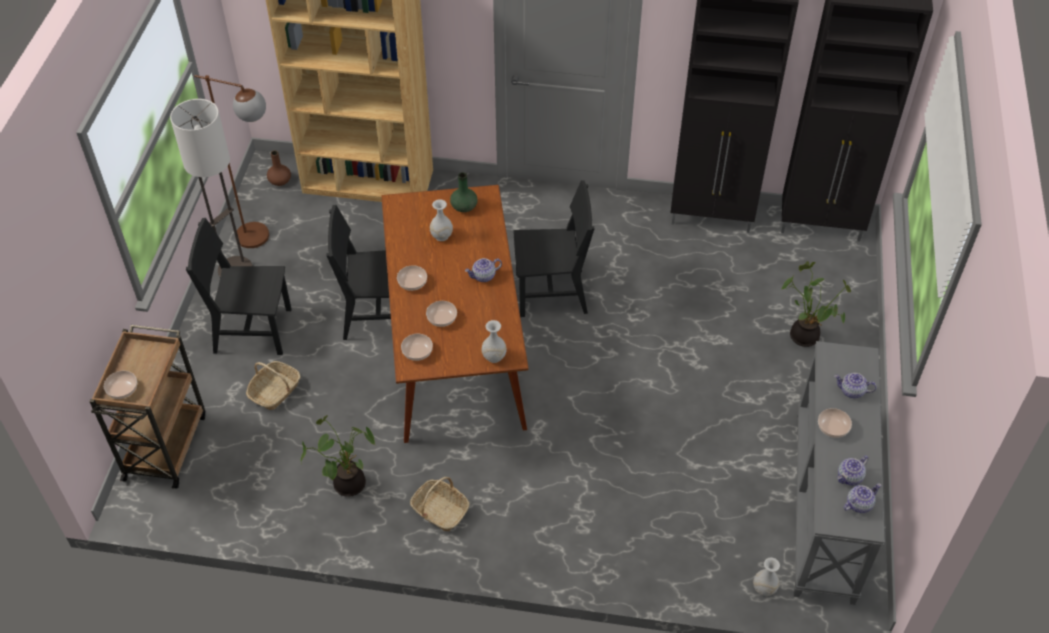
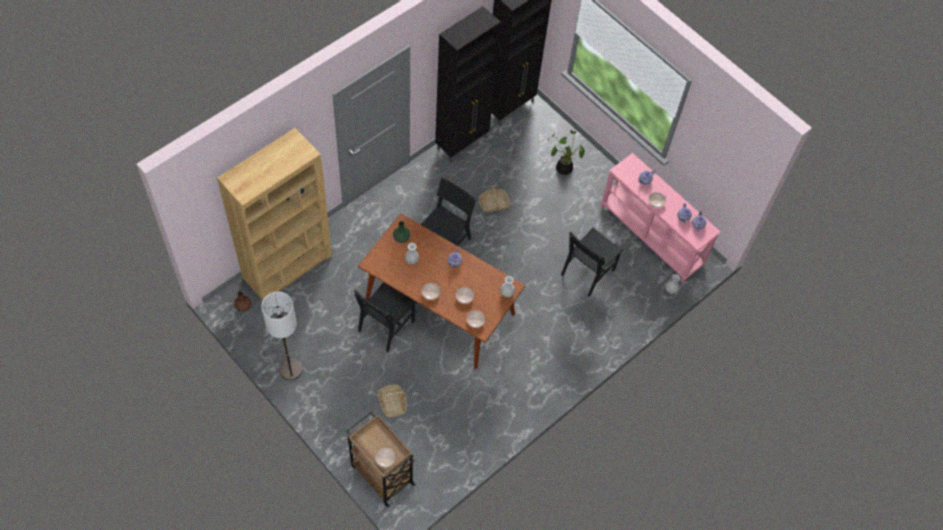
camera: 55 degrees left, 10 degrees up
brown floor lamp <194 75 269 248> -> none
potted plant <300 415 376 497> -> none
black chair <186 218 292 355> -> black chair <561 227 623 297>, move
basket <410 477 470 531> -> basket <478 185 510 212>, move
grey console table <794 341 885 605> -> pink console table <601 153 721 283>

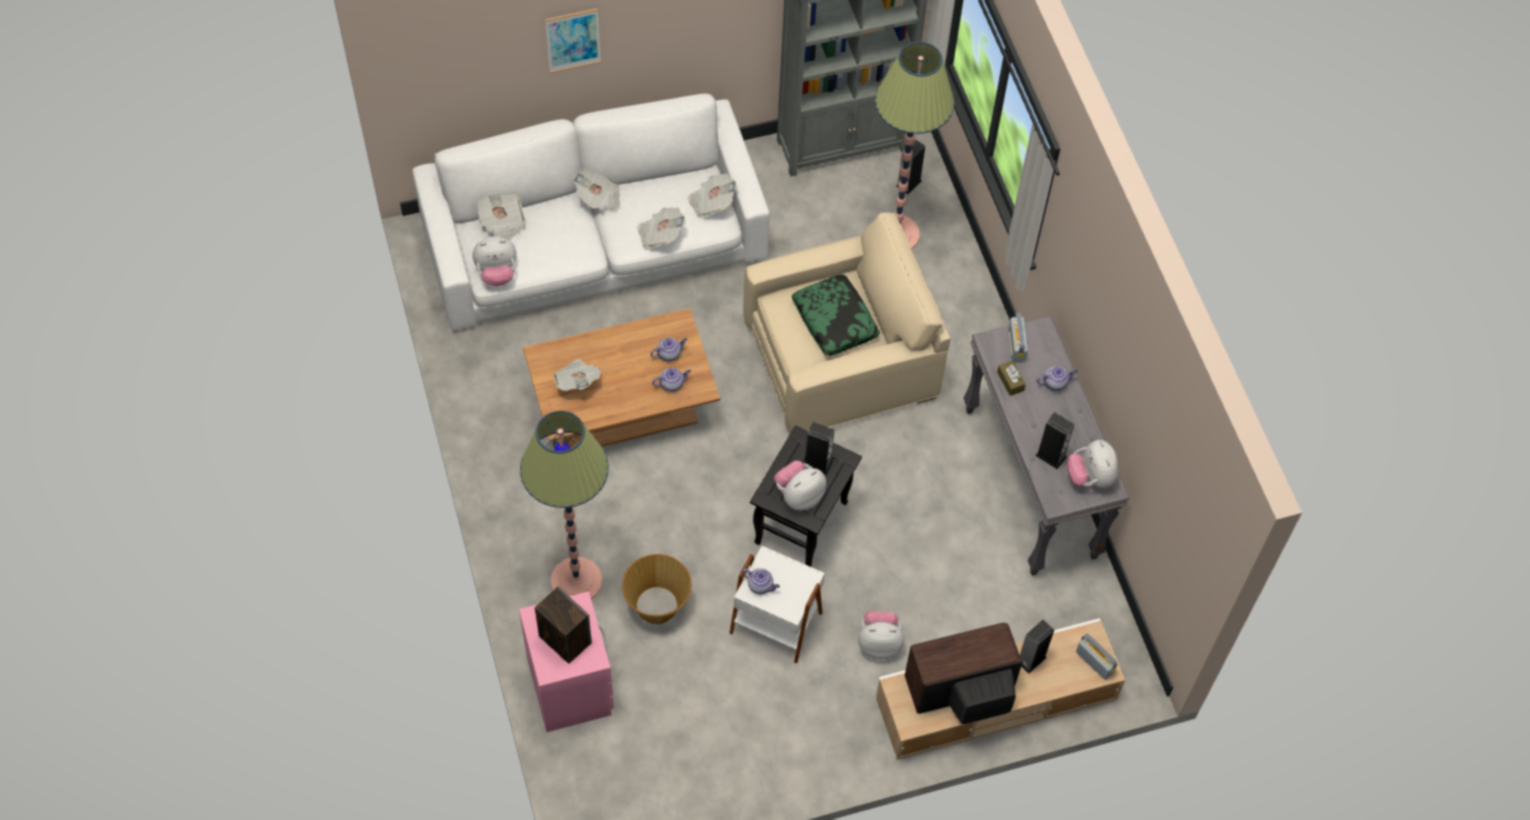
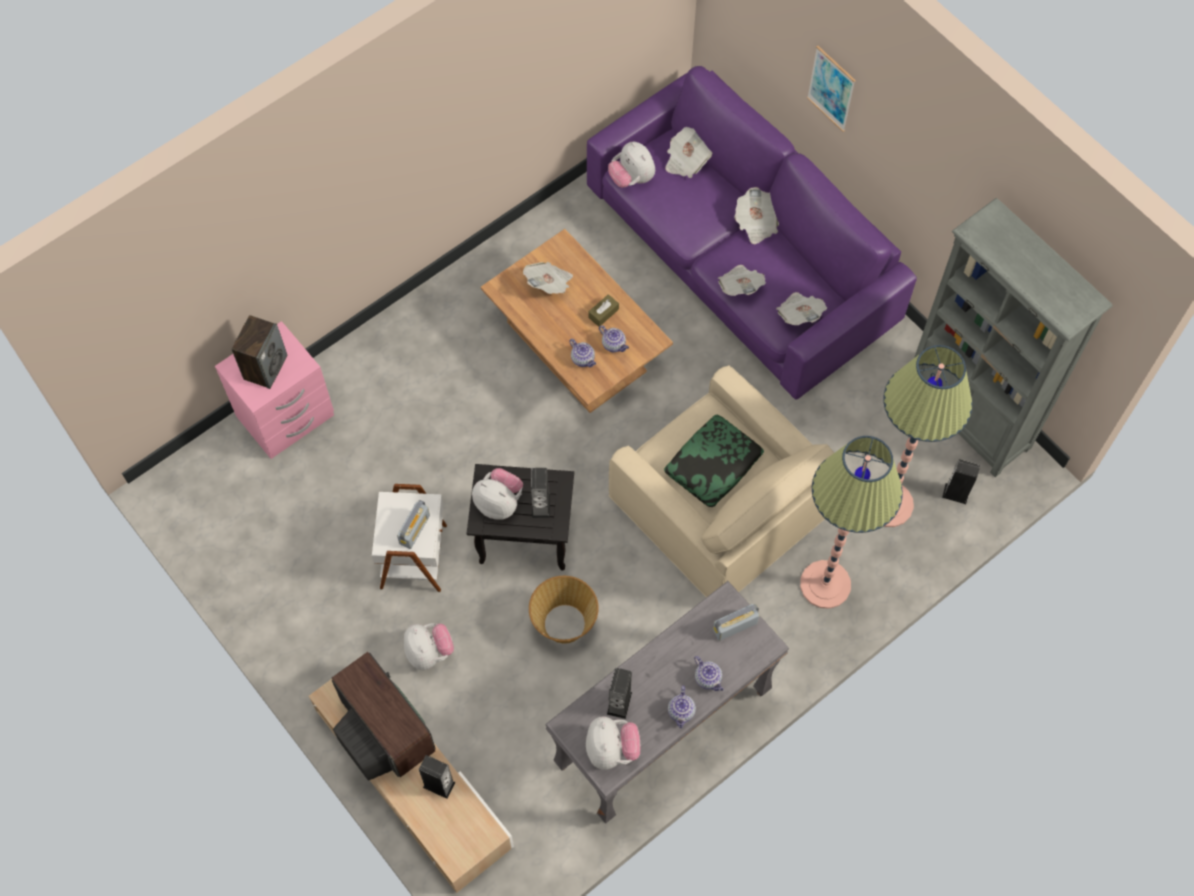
camera: 70 degrees right, 5 degrees up
floor lamp <520 411 609 599> -> floor lamp <800 436 903 609>, move
basket <622 554 692 624> -> basket <529 576 599 643>, move
teapot <742 568 780 594> -> teapot <668 685 696 728>, move
brown tissue box <997 361 1026 396> -> brown tissue box <588 294 619 327>, move
radio <1076 633 1118 680> -> radio <397 500 430 549>, move
white sofa <412 94 770 331> -> purple sofa <587 66 917 400>
plush toy <1066 440 1118 488> -> plush toy <586 717 640 770>, 120 degrees clockwise

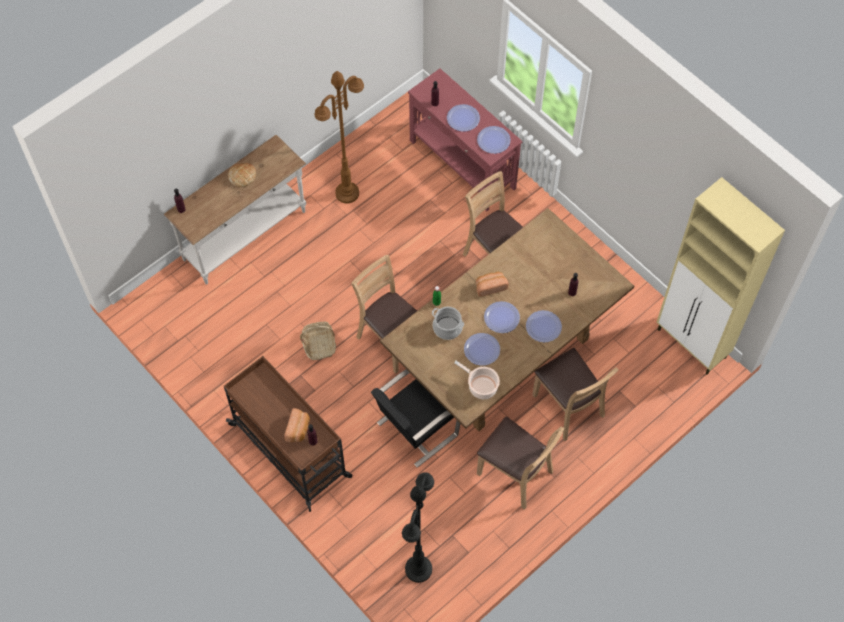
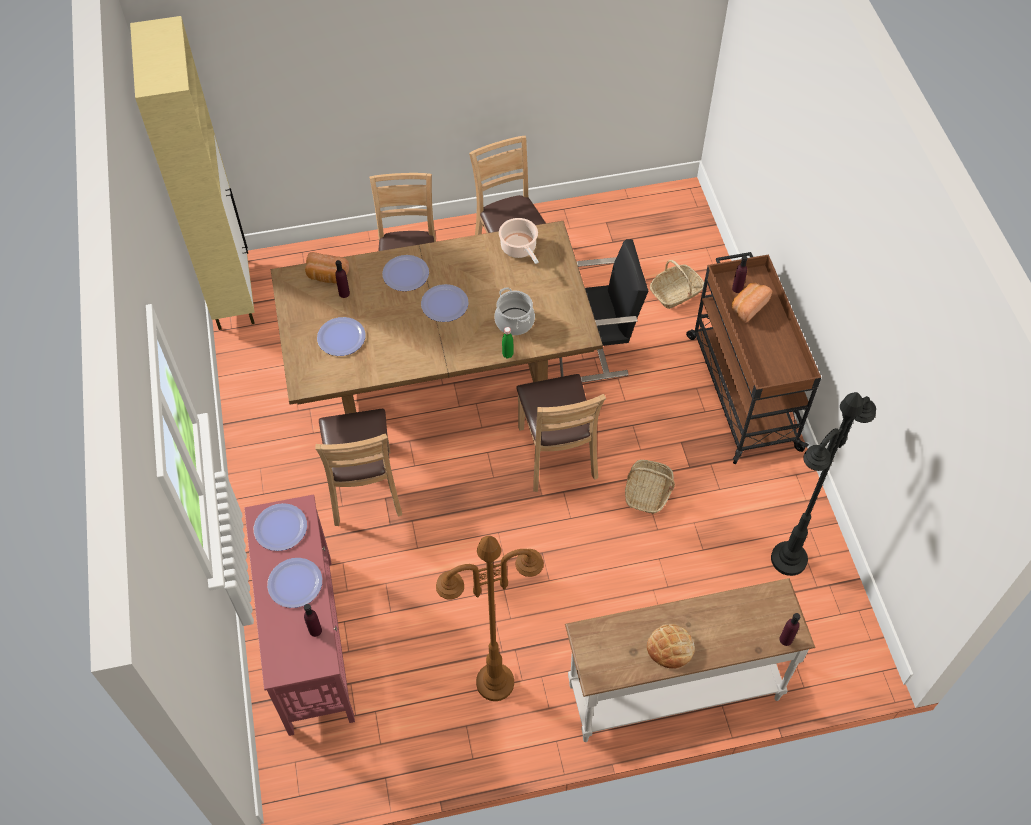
camera: 150 degrees left, 5 degrees down
none -> basket <650 260 704 309>
black floor lamp <402 472 434 583> -> black floor lamp <771 392 876 576>, move
plate <464 333 500 366> -> plate <317 317 366 356>, move
bread <476 272 509 297> -> bread <305 252 349 283>, move

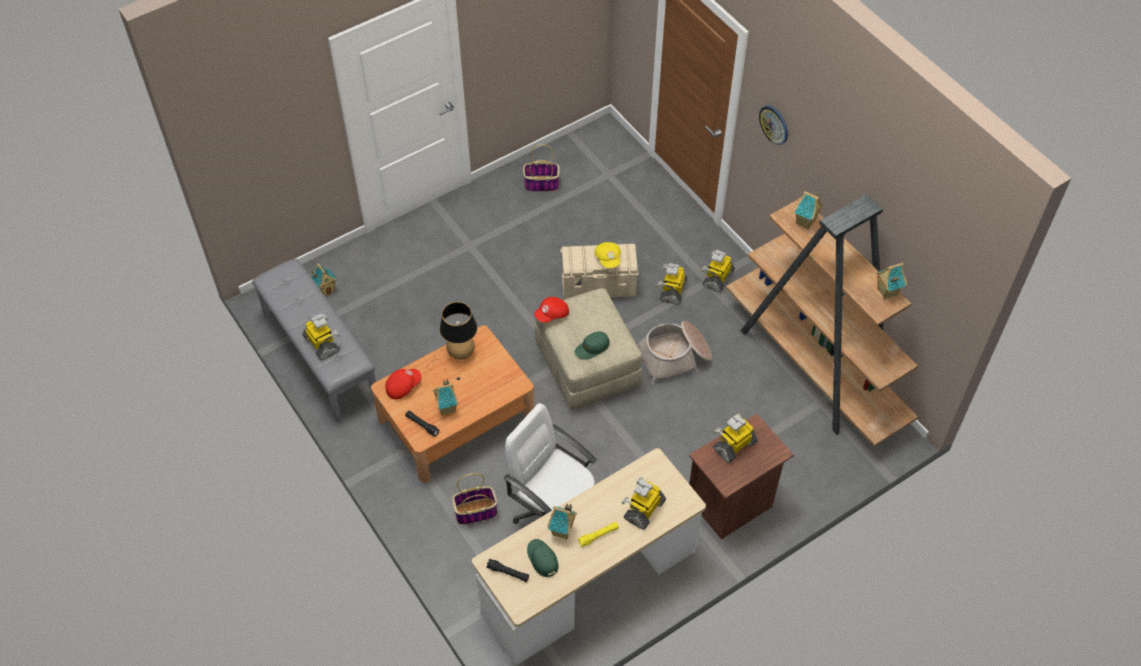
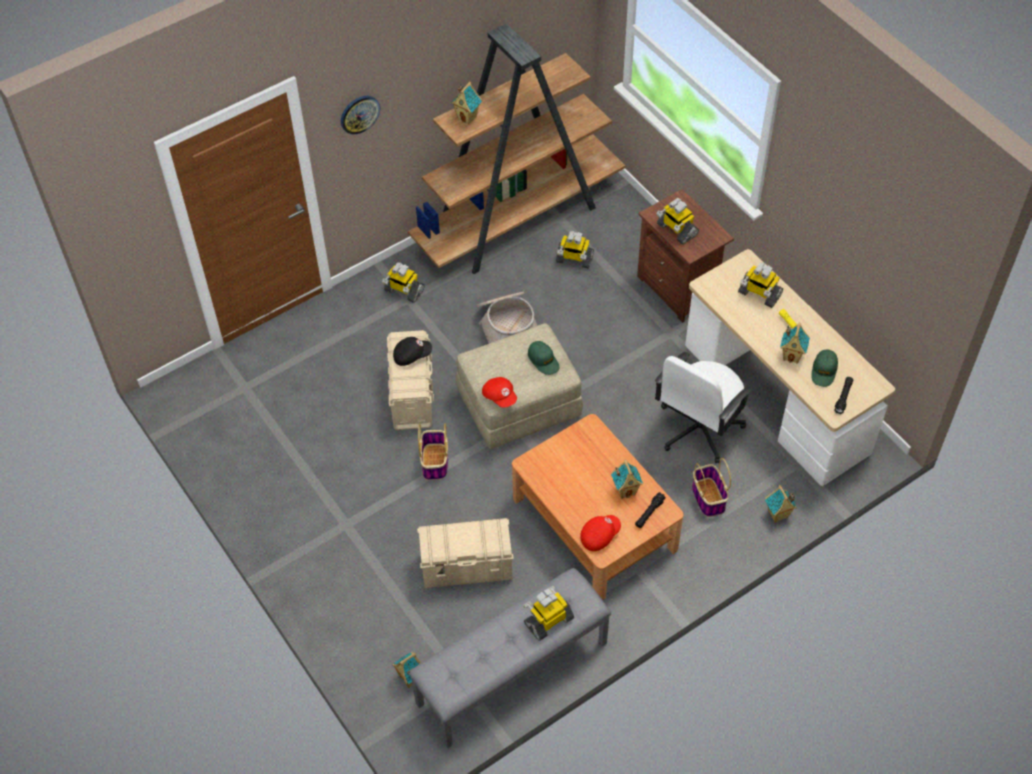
camera: 90 degrees left, 0 degrees up
table lamp <427 302 478 380> -> none
none -> beige storage box <417 518 514 588>
basket <523 145 560 192> -> basket <418 423 448 480>, move
toy robot <657 263 688 305> -> toy robot <556 231 594 269>, move
toy house <876 263 907 300> -> toy house <765 485 797 523>, move
yellow cap <594 242 621 268> -> black cap <393 337 432 366>
red cap <385 369 421 400> -> red cap <580 515 621 551>, 90 degrees clockwise
green cap <527 539 559 577> -> green cap <811 350 838 387>, 45 degrees counterclockwise

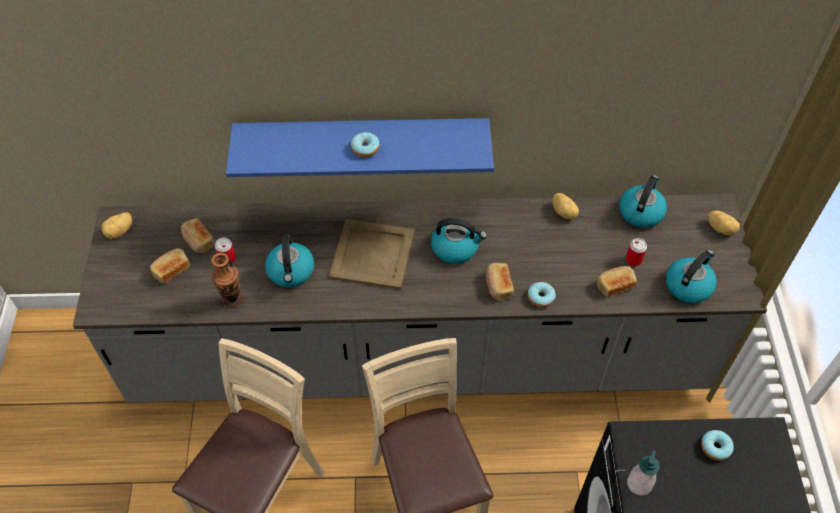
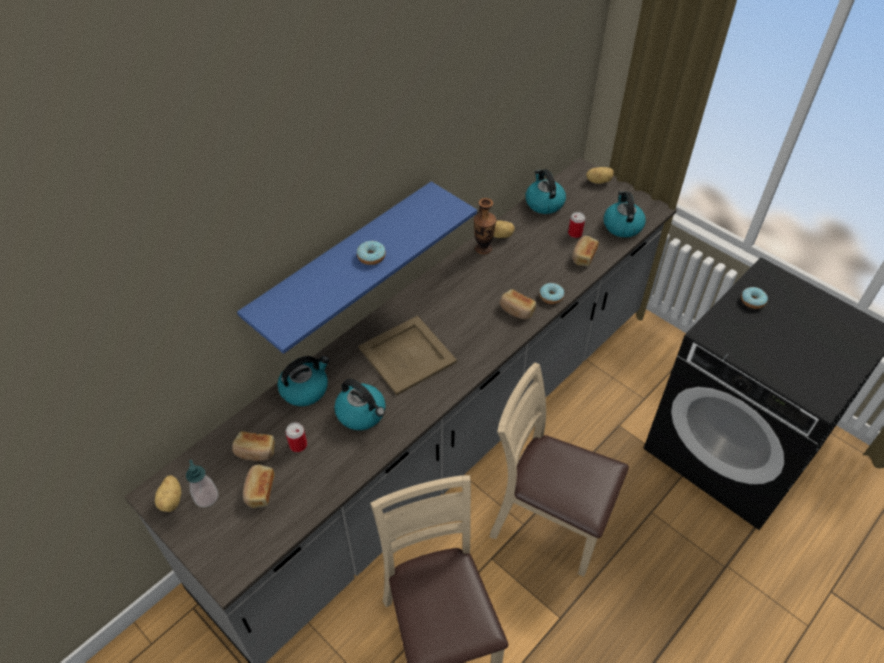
camera: 45 degrees left, 5 degrees down
vase <211 253 243 308> -> vase <474 198 496 254>, move
kettle <431 218 487 264> -> kettle <277 356 329 406>, move
soap dispenser <627 451 660 496> -> soap dispenser <186 459 218 508>, move

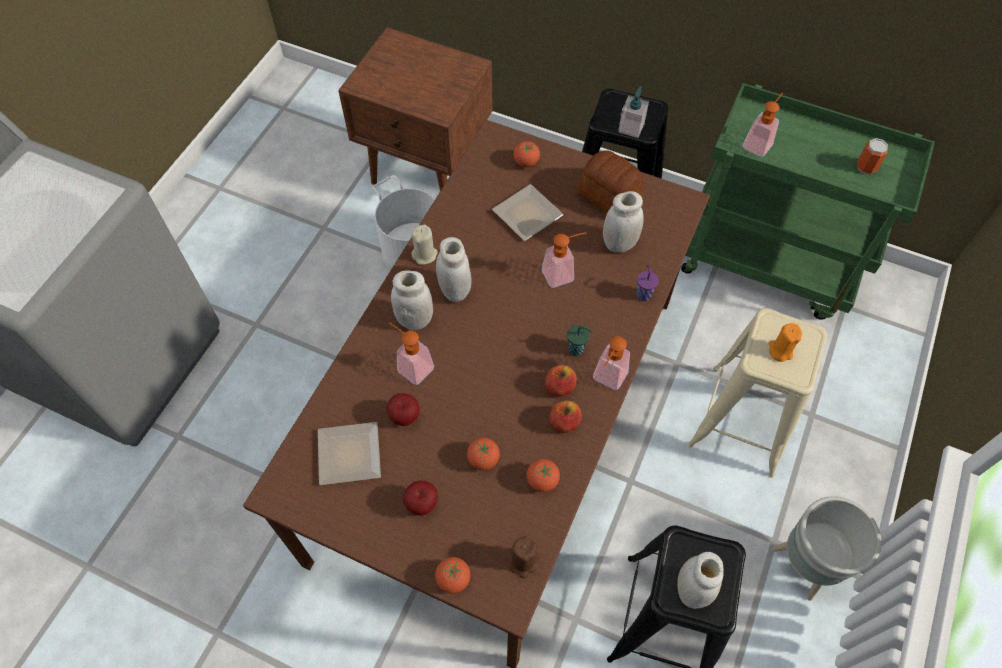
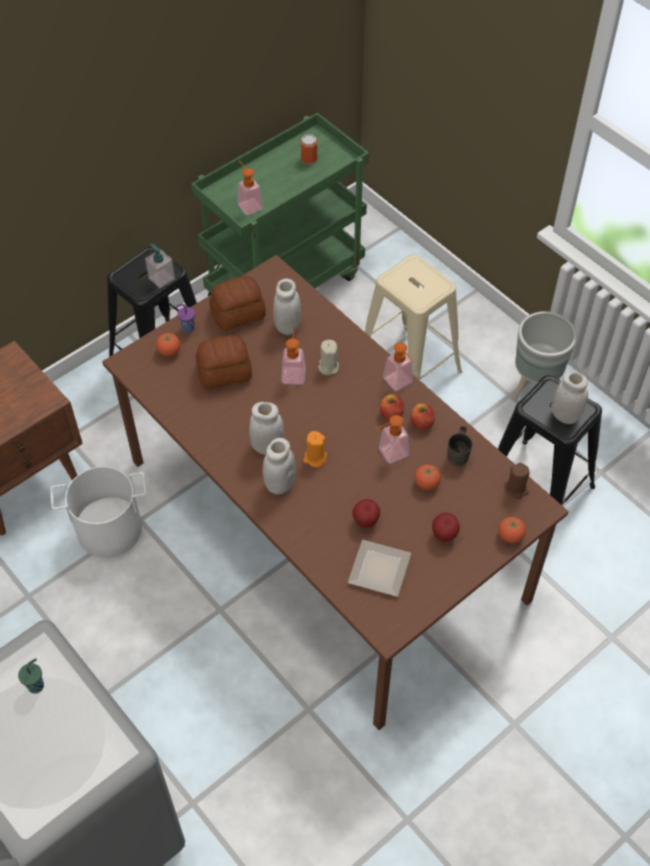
camera: 65 degrees left, 5 degrees down
soap dispenser <389 322 434 385> -> soap dispenser <375 415 409 463>, move
beige candle <411 225 438 265> -> beige candle <318 340 339 375>, move
green cup <567 325 593 356> -> green cup <18 659 44 694>, move
purple cup <636 265 659 301> -> purple cup <176 304 195 333>, move
orange candle <769 323 802 362> -> orange candle <303 431 327 467>, move
plate <492 184 563 241> -> bread <196 335 252 389>
tomato <527 459 560 492> -> grey mug <447 426 473 466>

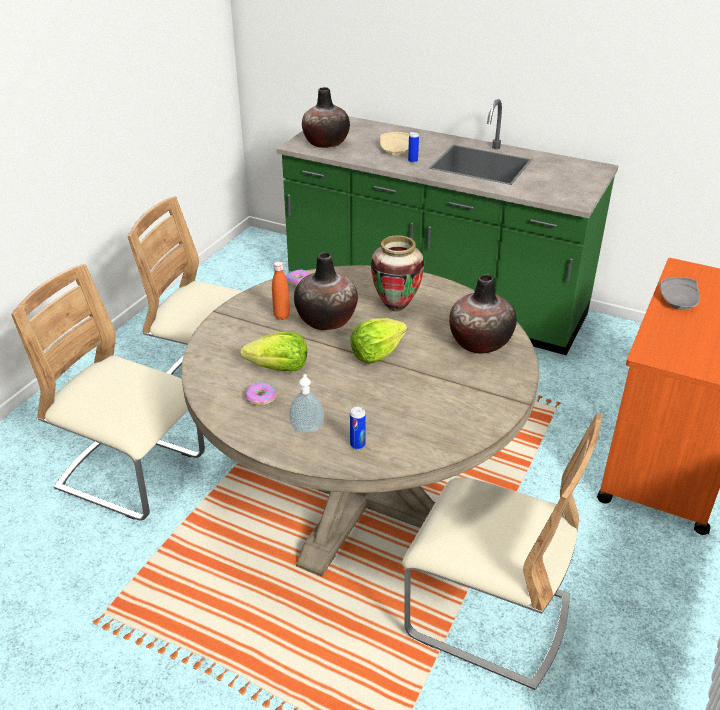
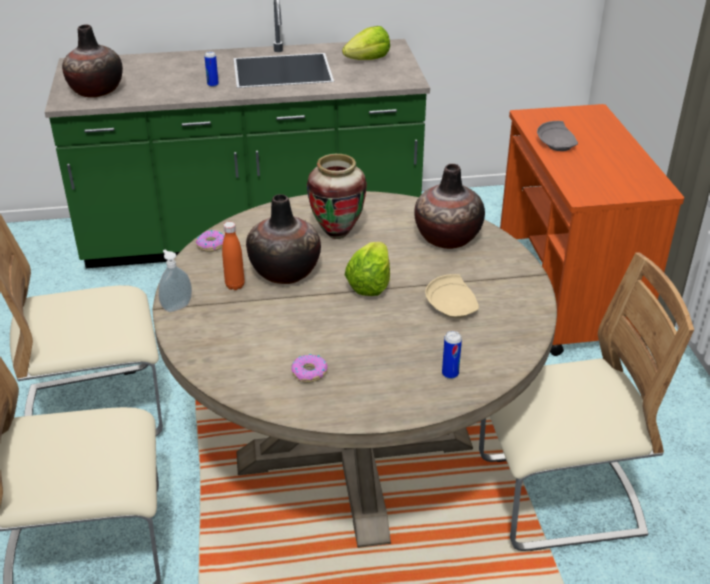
camera: 35 degrees left, 0 degrees up
lettuce <241 332 307 371> -> lettuce <342 26 390 60>, move
soap dispenser <289 374 324 432> -> soap dispenser <158 249 192 312>, move
beige plate <380 132 409 155> -> beige plate <425 274 479 318>, move

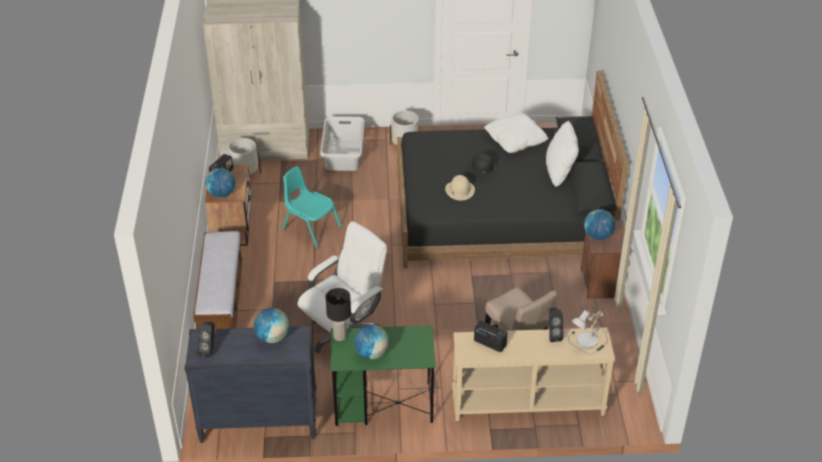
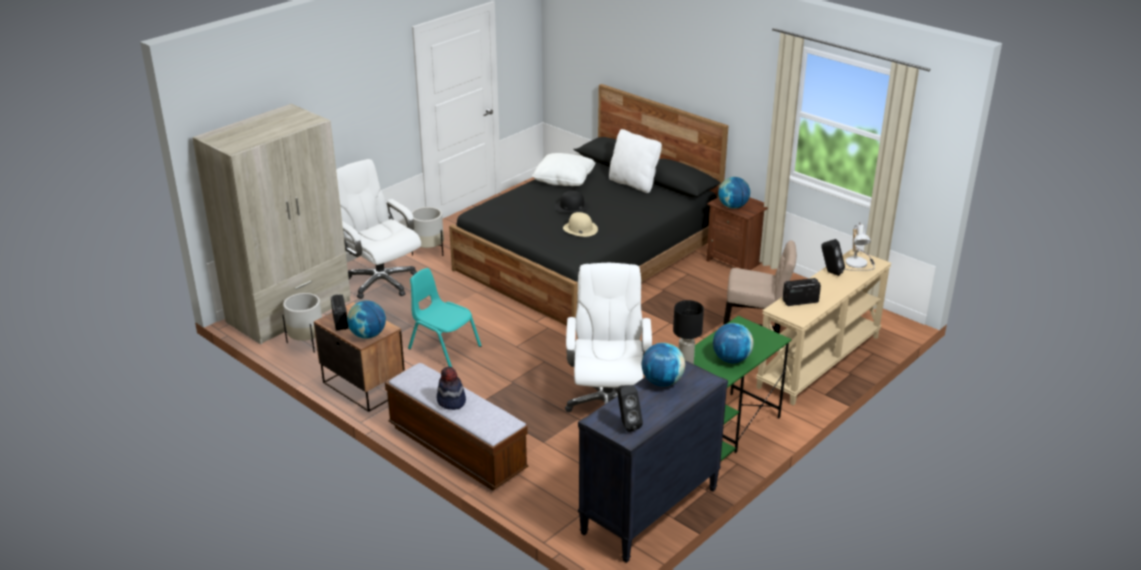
camera: 45 degrees left, 10 degrees down
none -> hat <437 366 466 410>
grey laundry basket <320 116 365 171> -> white office chair <336 159 421 299>
turquoise chair <282 166 342 248> -> turquoise chair <408 268 482 367>, 45 degrees clockwise

